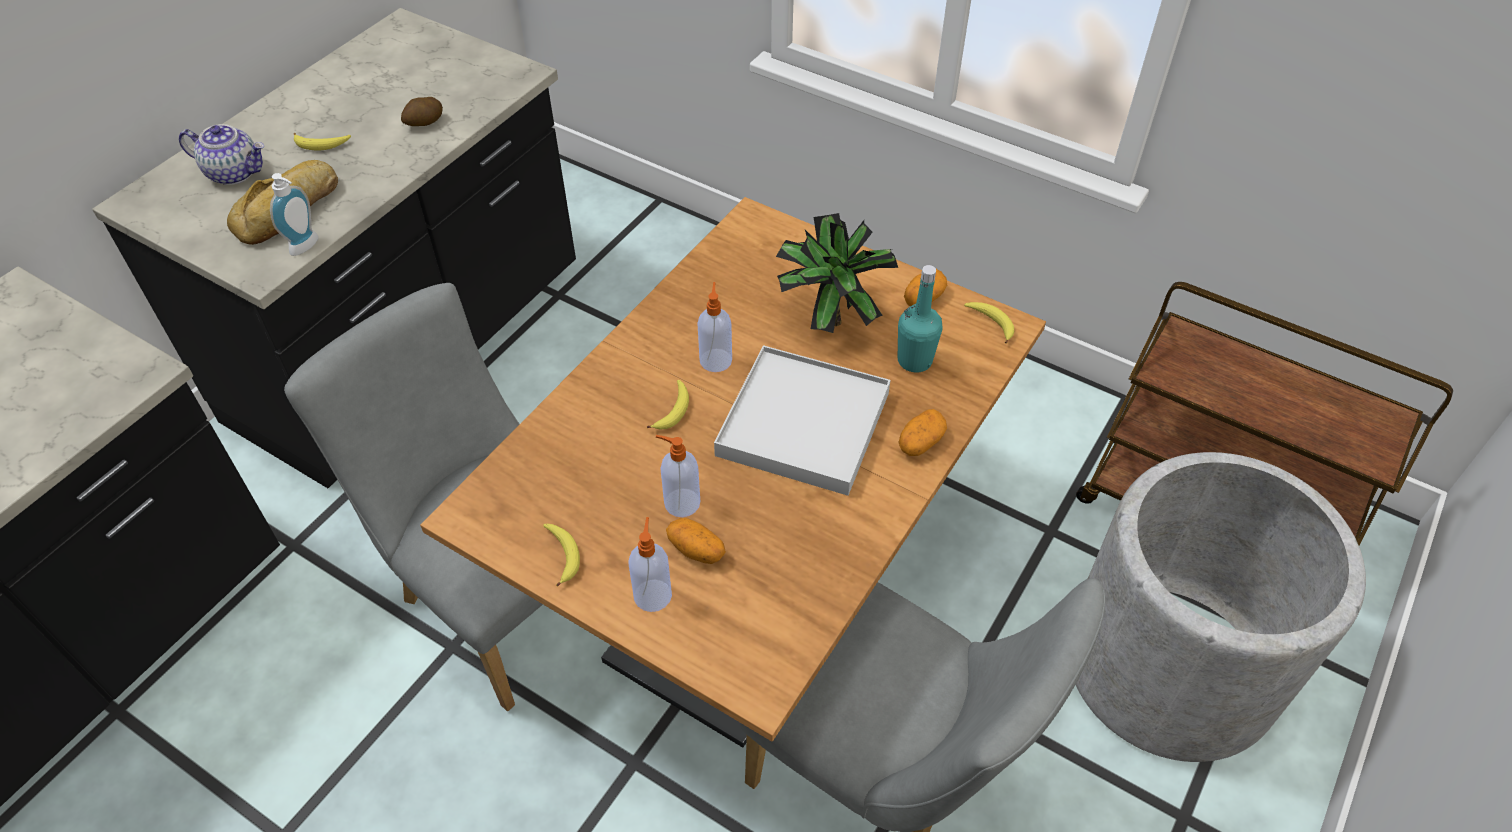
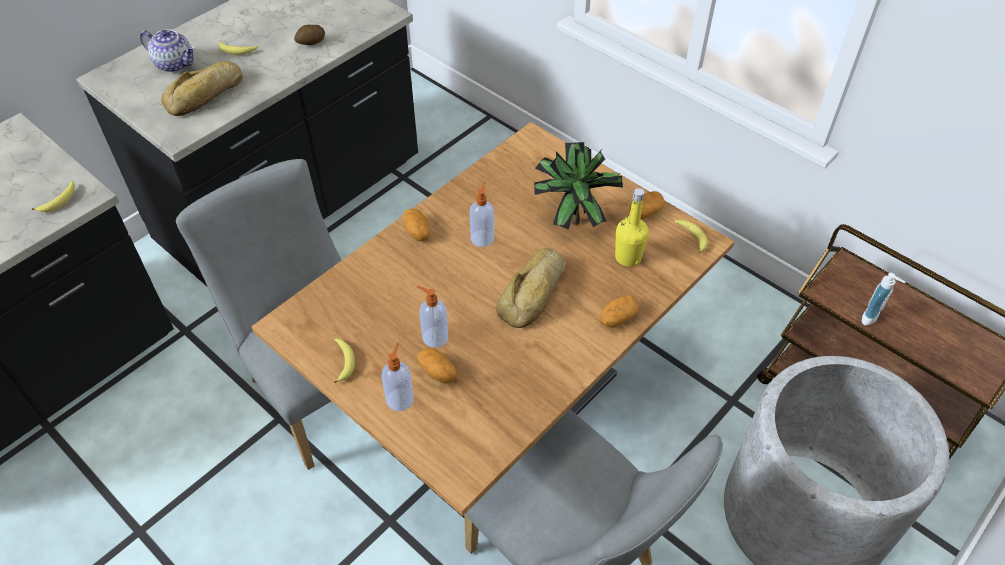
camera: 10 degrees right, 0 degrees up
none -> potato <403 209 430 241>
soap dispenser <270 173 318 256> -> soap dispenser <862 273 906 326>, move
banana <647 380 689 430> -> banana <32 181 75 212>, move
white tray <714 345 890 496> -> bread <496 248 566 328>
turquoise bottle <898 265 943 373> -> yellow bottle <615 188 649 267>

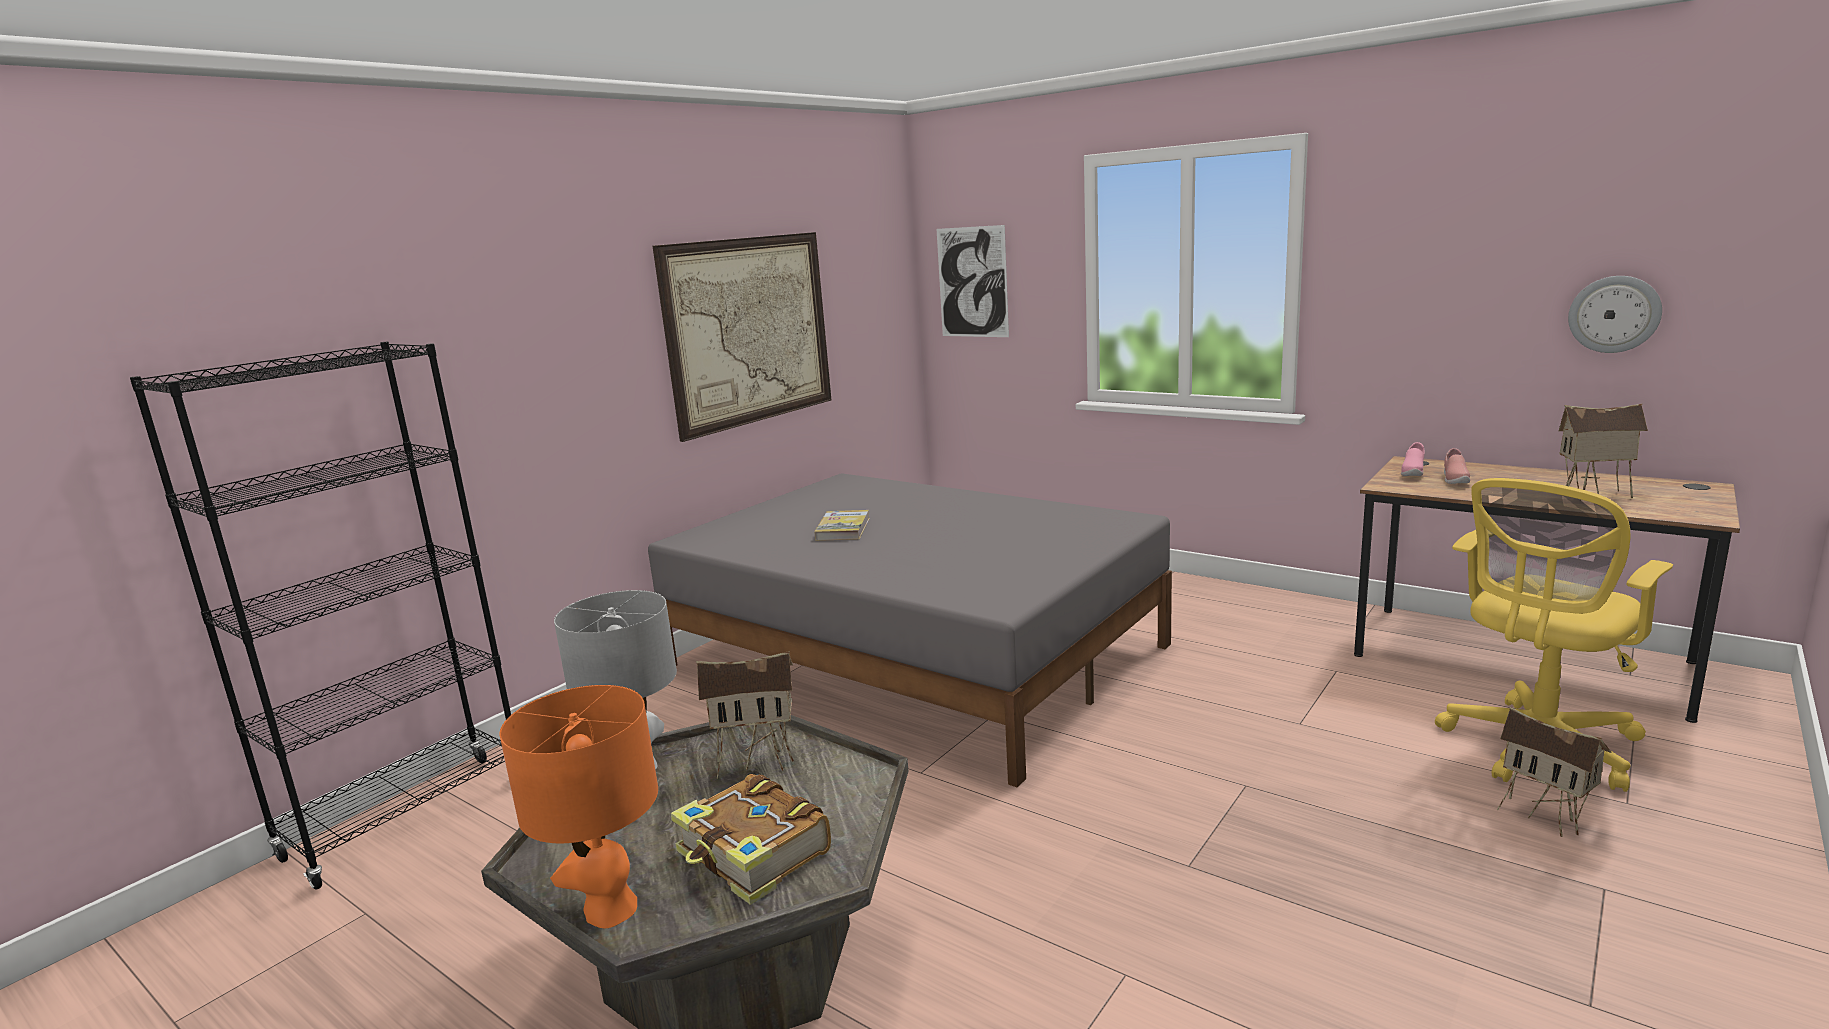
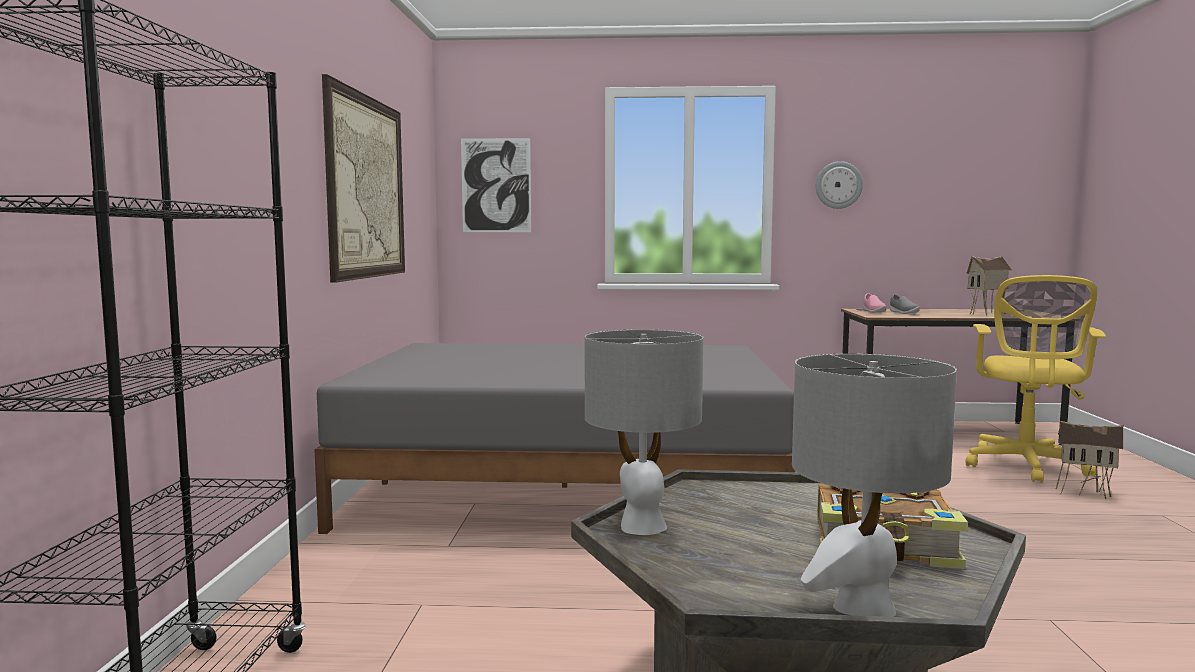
camera: 35 degrees left, 10 degrees down
toy house <696 651 794 779> -> none
book <814 510 870 541> -> none
wall clock <1568 276 1662 353> -> wall clock <816 161 863 209>, move
orange table lamp <500 685 658 928> -> grey table lamp <792 354 957 617>
pink shoe <1444 448 1470 484> -> grey shoe <890 294 920 314>

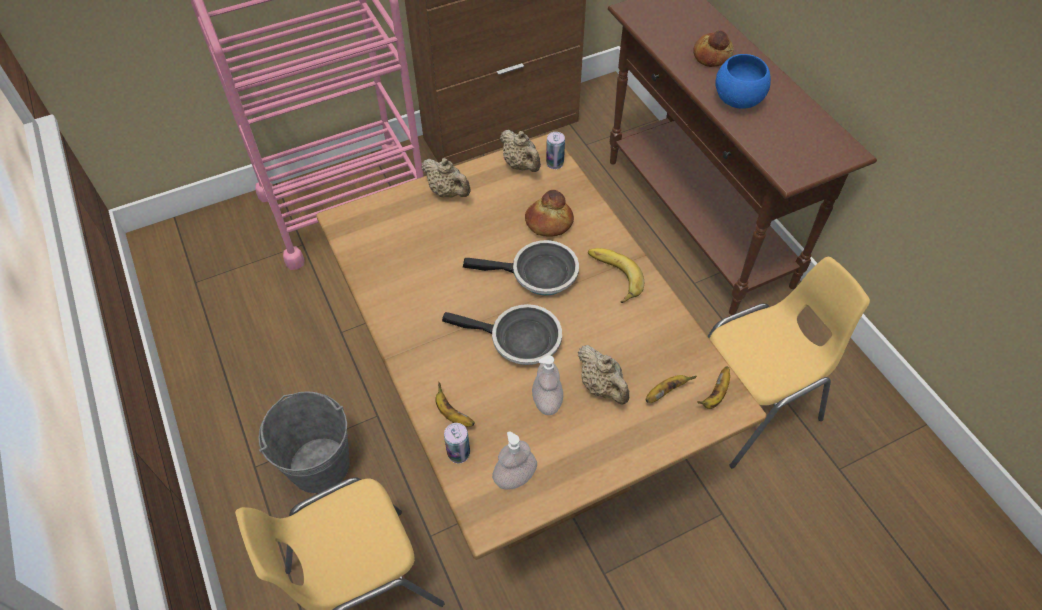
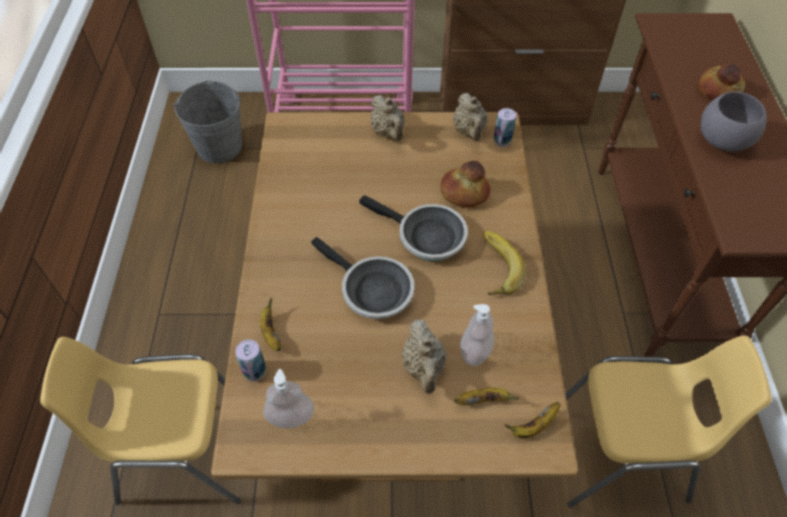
camera: 25 degrees right, 0 degrees up
grey bucket <258 391 350 493> -> grey bucket <173 80 242 163>, move
soap dispenser <532 355 563 415> -> soap dispenser <460 304 494 366>, move
blue bowl <715 54 771 109> -> grey bowl <701 92 767 152>

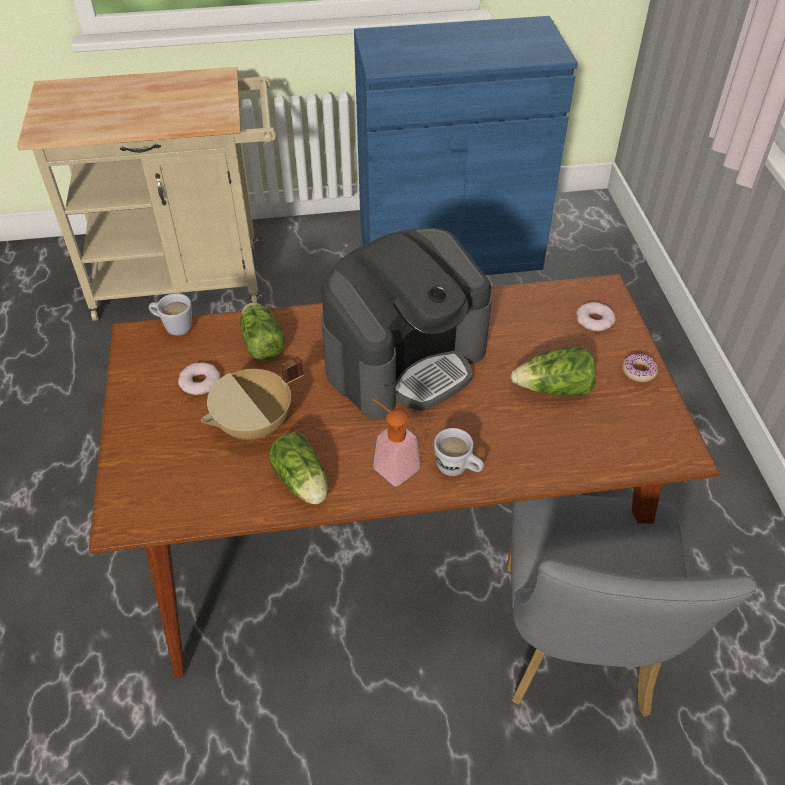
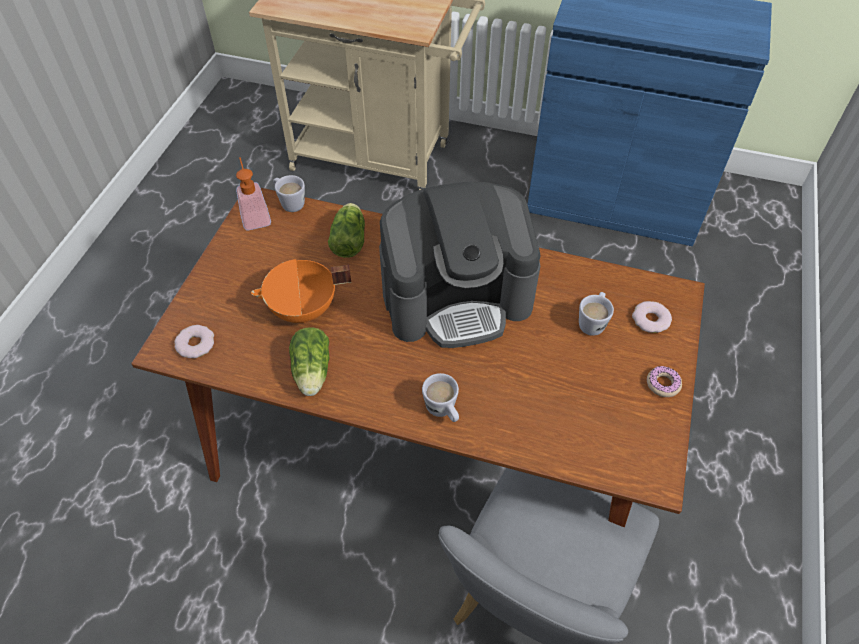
camera: 25 degrees right, 5 degrees up
lettuce <511 347 596 396> -> none
none -> white mug <579 292 614 336>
donut <178 362 220 395> -> donut <174 325 214 358>, move
soap dispenser <372 398 420 487> -> soap dispenser <236 157 271 230>, move
beige cooking pot <201 356 303 440> -> orange cooking pot <251 259 351 323>

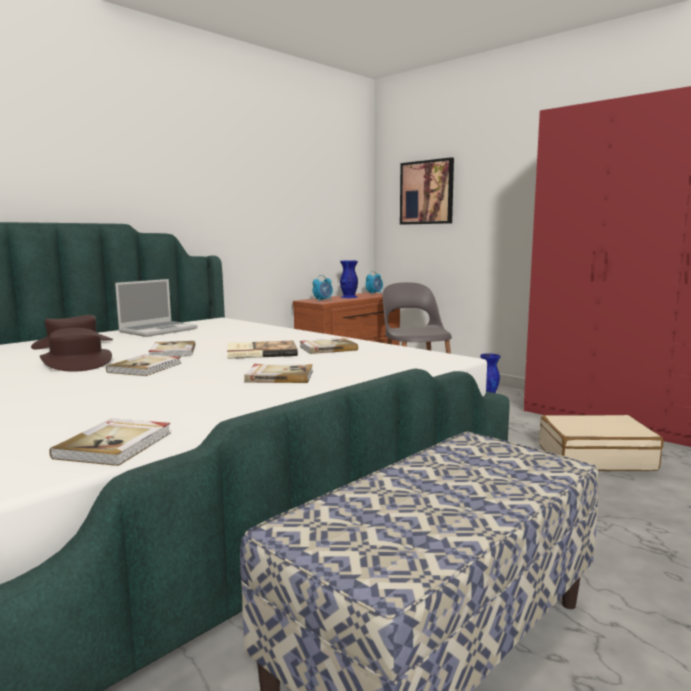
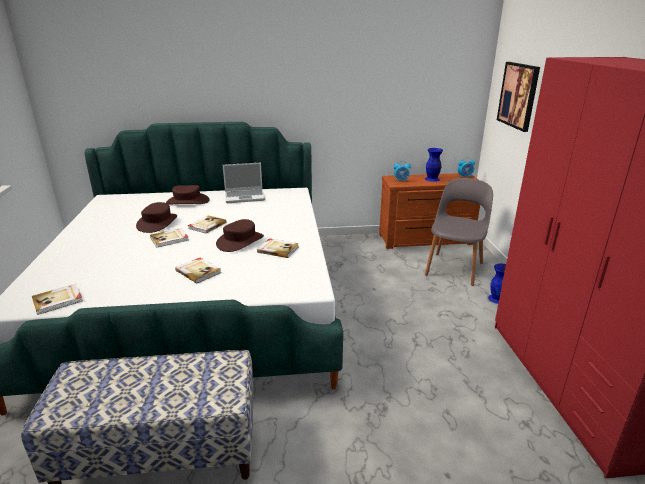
camera: 40 degrees right, 15 degrees up
beige suitcase <539 415 663 471> -> none
book <227 340 298 359> -> brown hat <216 219 264 252>

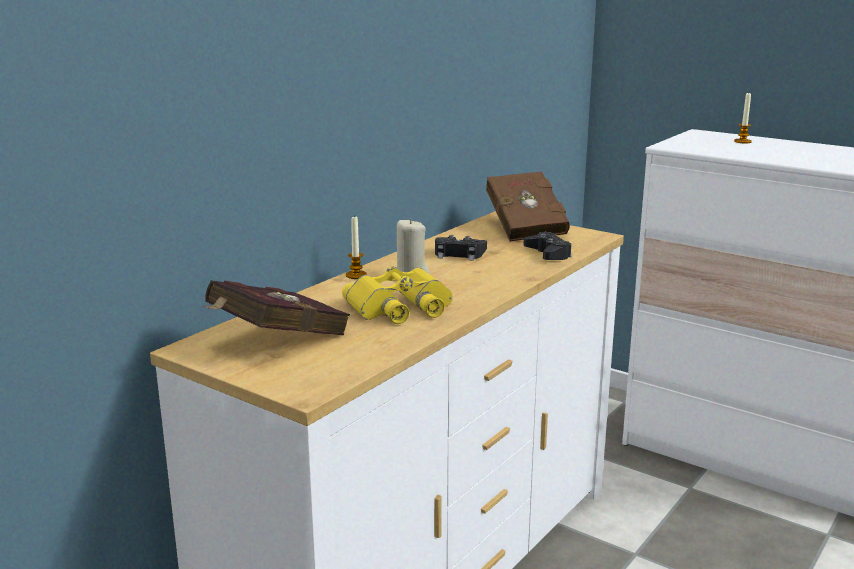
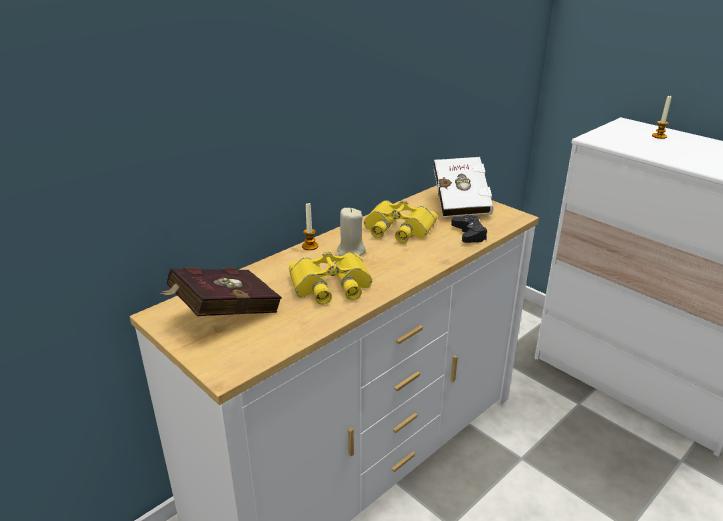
camera: 10 degrees right, 10 degrees up
black game controller <435 235 487 261> -> yellow binoculars <364 200 438 243>
brown book <486 171 570 241> -> white book <434 157 493 218>

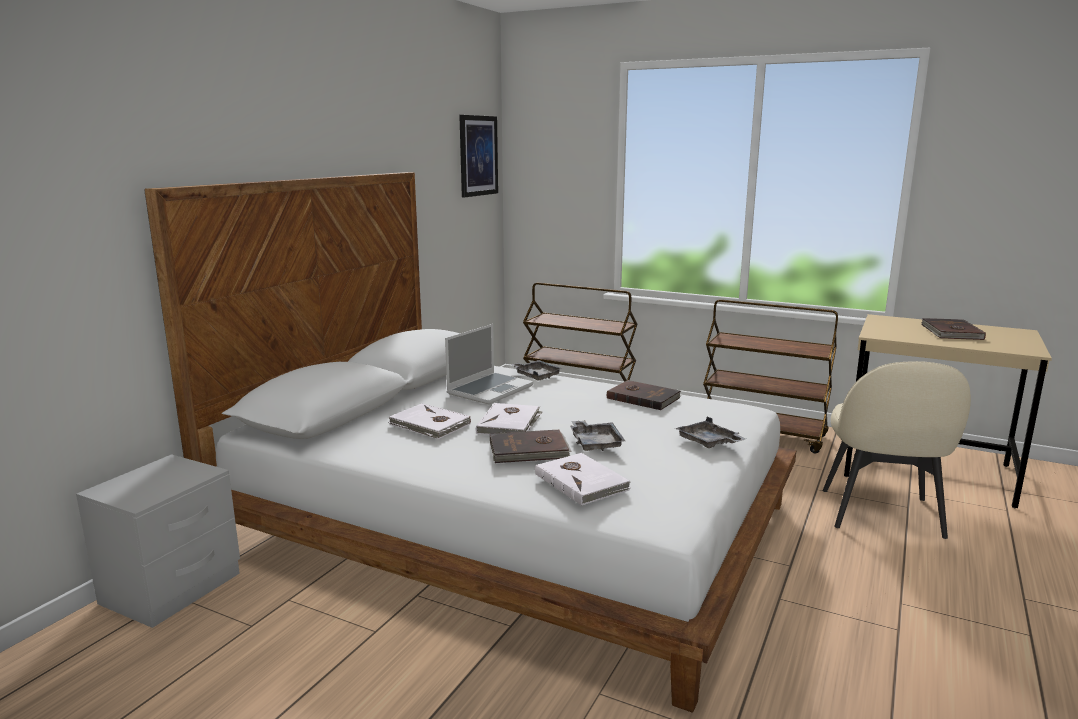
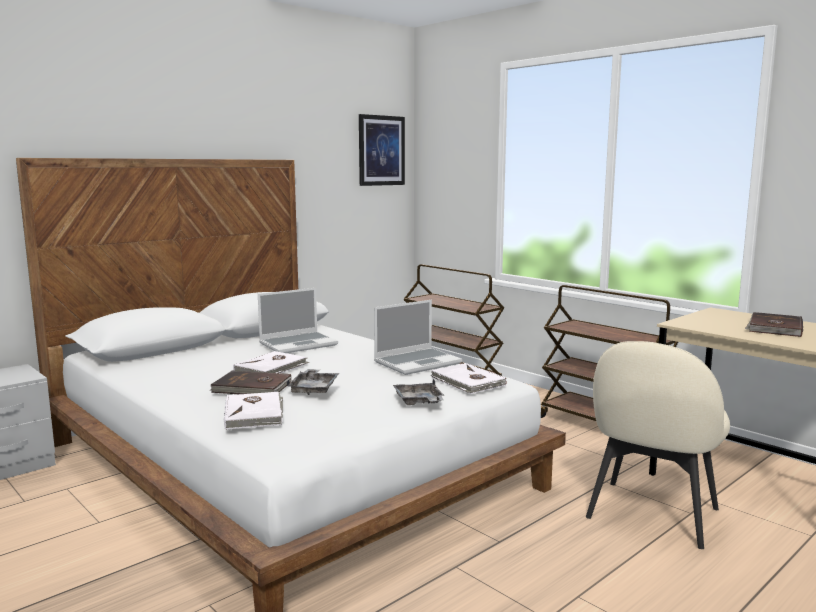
camera: 20 degrees right, 5 degrees down
grey tray <510 360 563 381> -> none
white book <388 403 471 439> -> white book <431 363 507 394>, move
brown book <607 380 681 410> -> laptop <374 300 462 375>

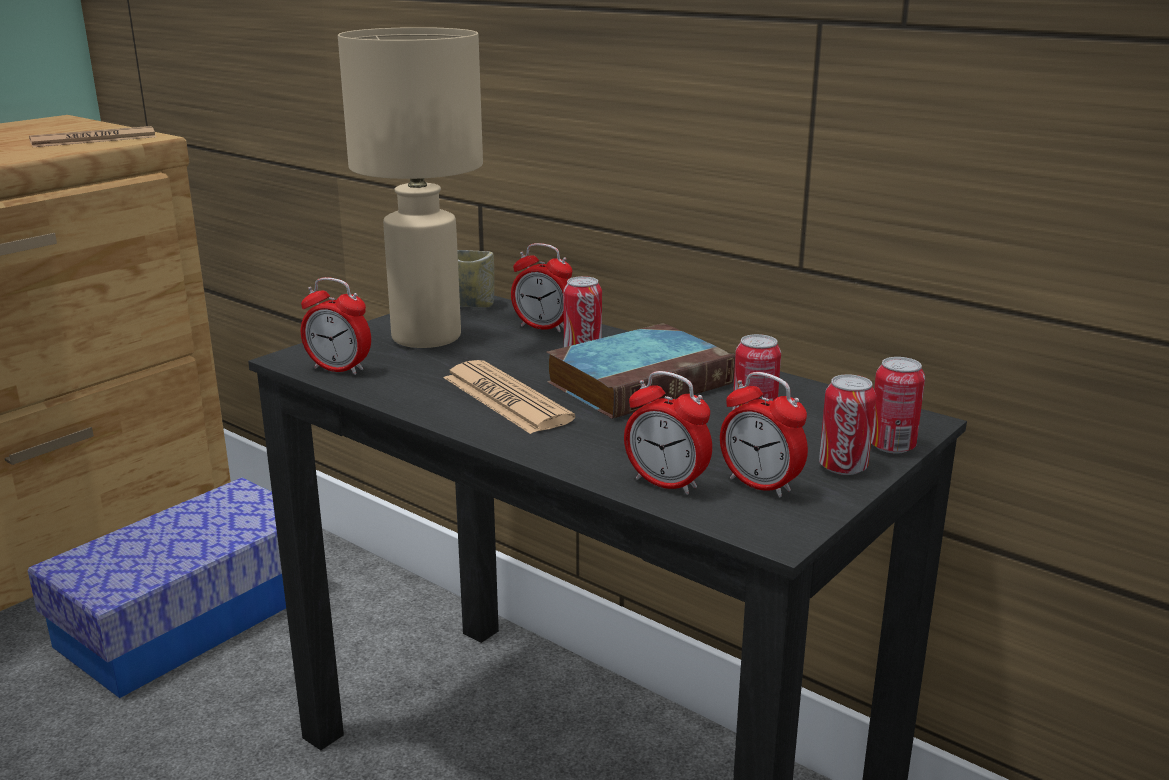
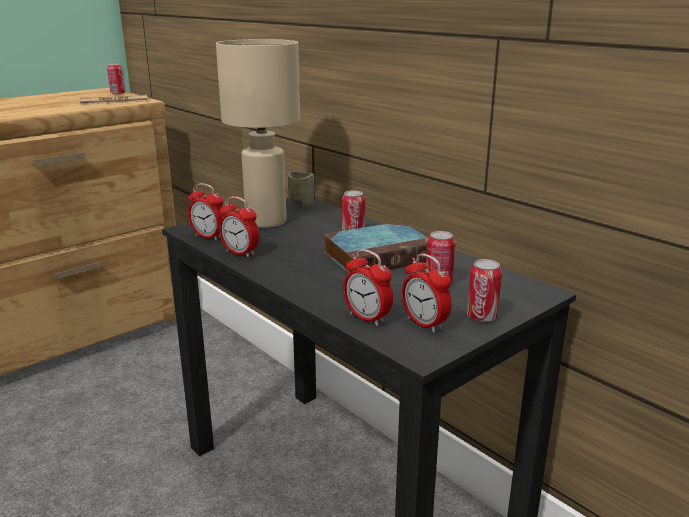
camera: 10 degrees right, 0 degrees up
storage box <28 478 286 698> -> none
newspaper <443 360 575 434> -> none
alarm clock <511 243 572 332> -> alarm clock <219 196 259 258>, move
can <871 357 925 453> -> can <107 64 126 95>, move

